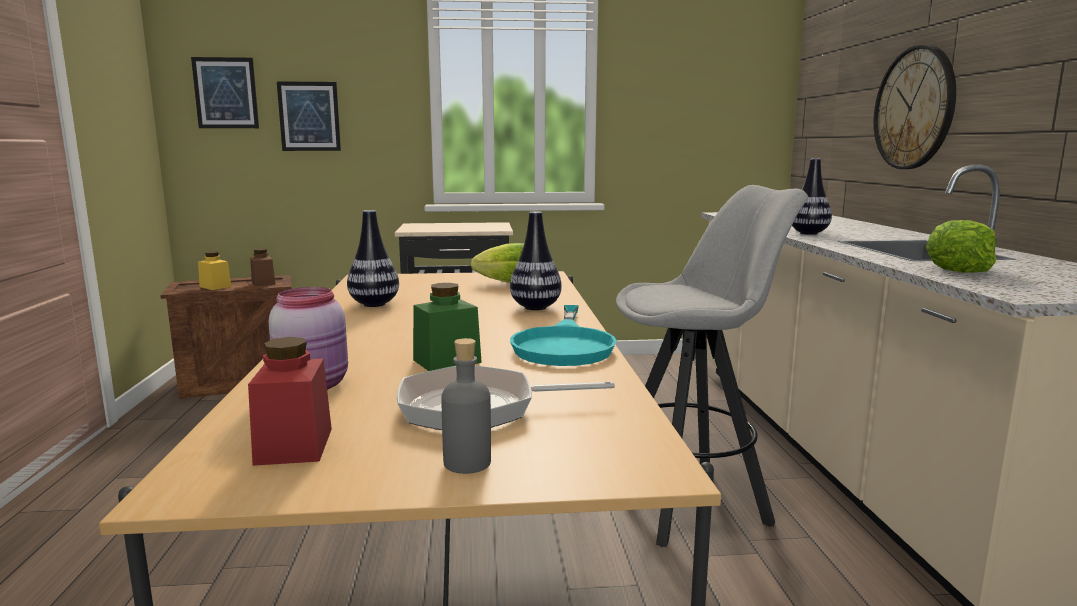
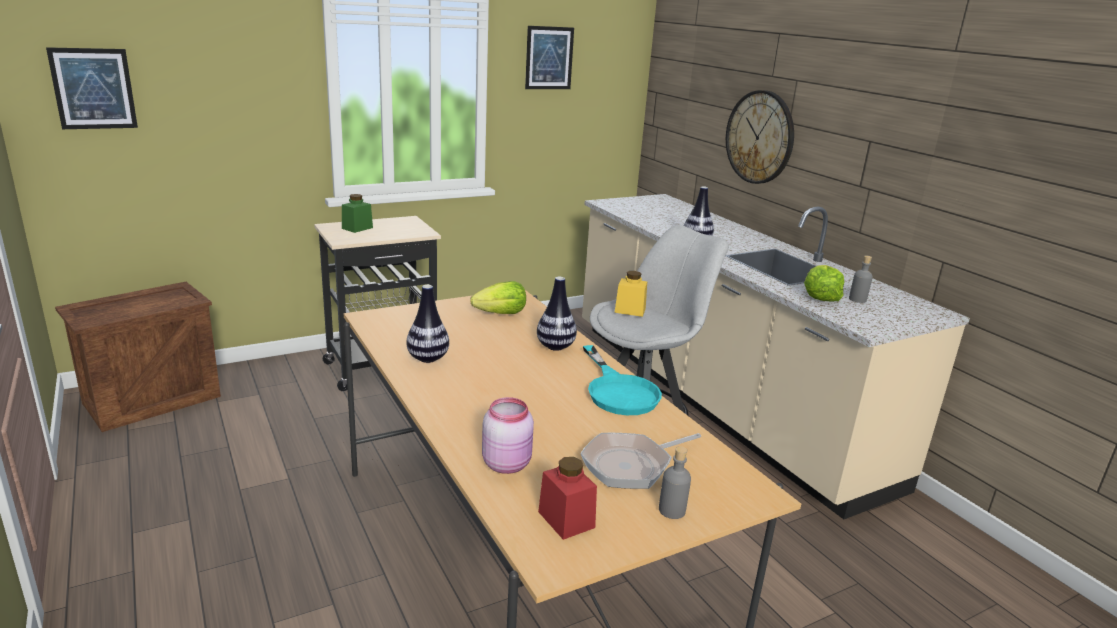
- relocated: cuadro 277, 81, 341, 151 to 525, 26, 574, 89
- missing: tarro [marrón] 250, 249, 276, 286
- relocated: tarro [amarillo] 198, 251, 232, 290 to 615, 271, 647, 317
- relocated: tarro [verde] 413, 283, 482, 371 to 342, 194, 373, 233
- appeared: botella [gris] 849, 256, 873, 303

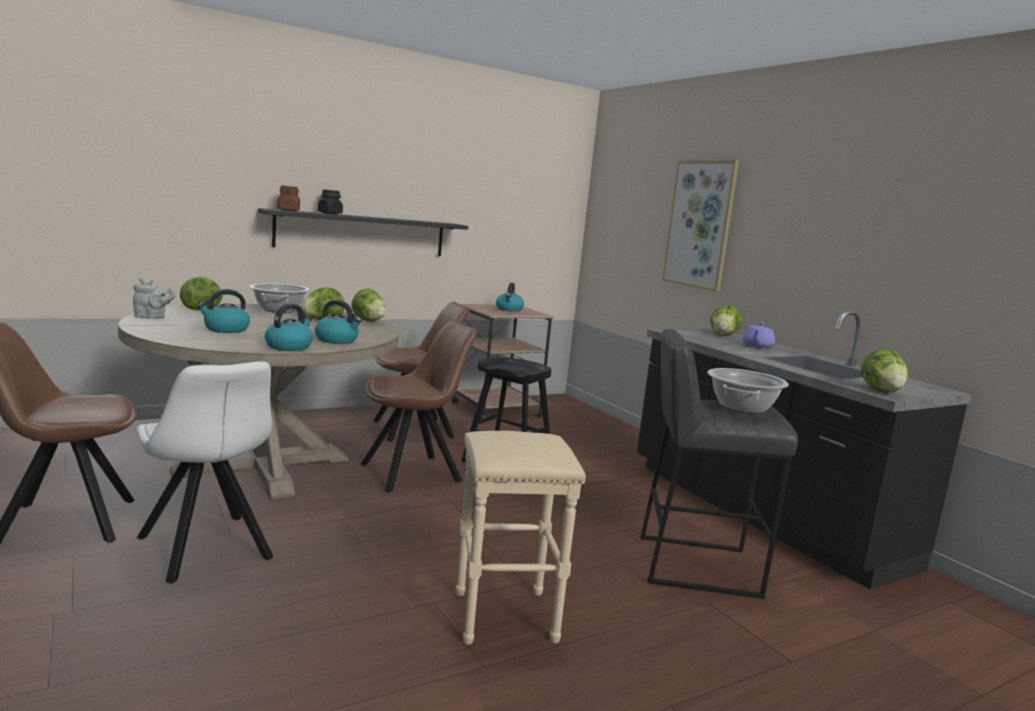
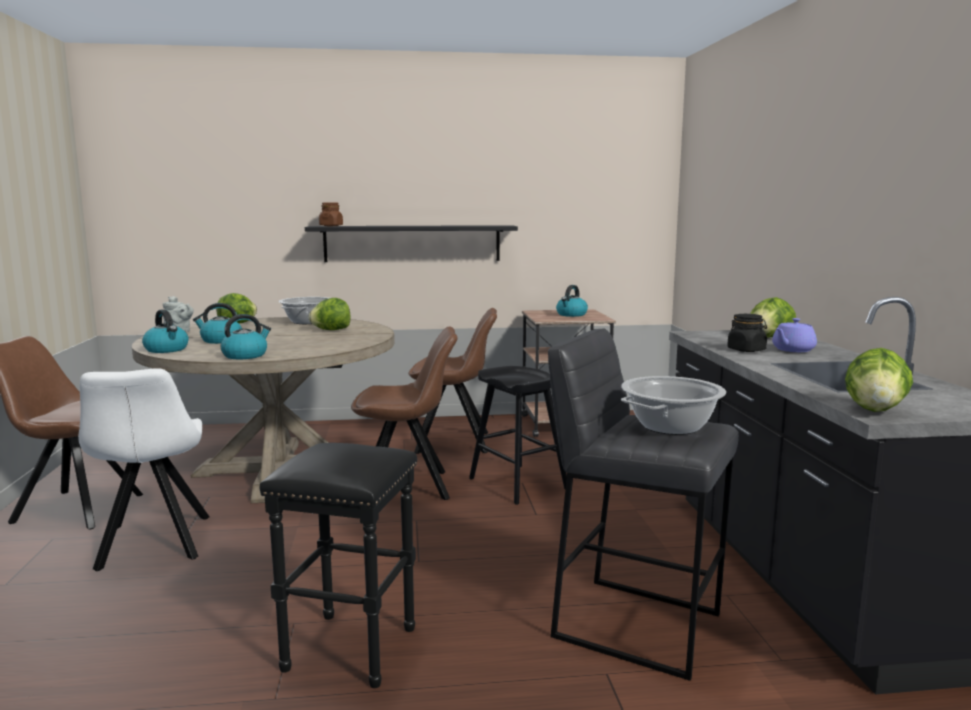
- missing: cuadro 663, 160, 739, 291
- relocated: tarro [negro] 318, 189, 343, 214 to 727, 314, 767, 352
- missing: lechuga 351, 288, 386, 322
- relocated: hervidor 315, 300, 362, 344 to 142, 309, 189, 353
- colour: taburete [beis] 455, 431, 586, 645 to taburete [negro] 259, 443, 417, 688

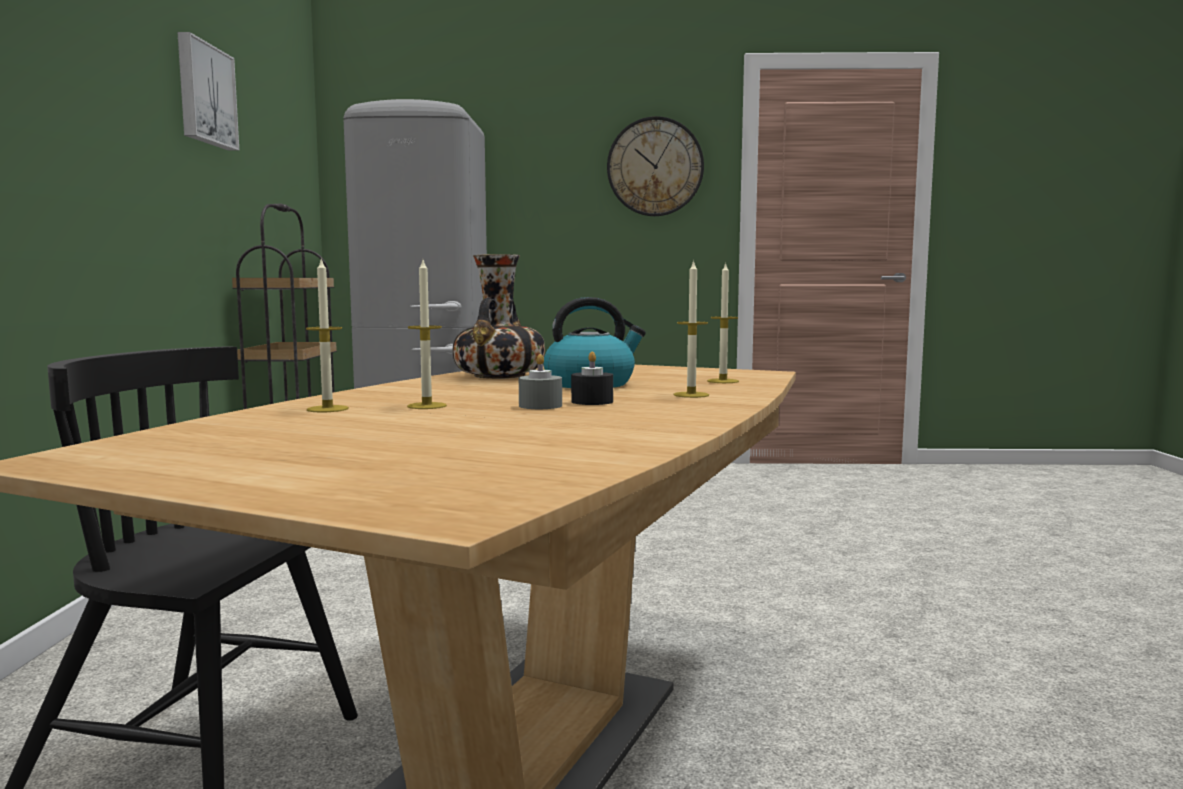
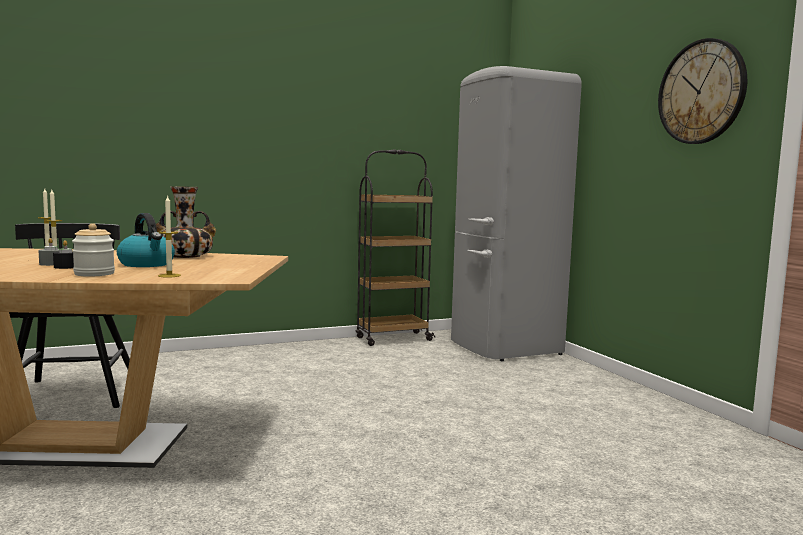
- missing: cuadro 177, 32, 239, 151
- exchanged: vela 673, 260, 709, 398 to tarro 72, 223, 115, 277

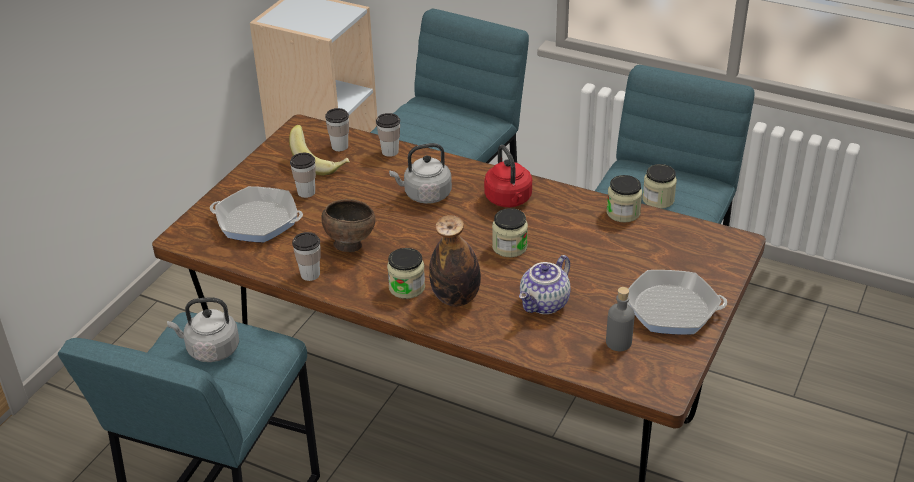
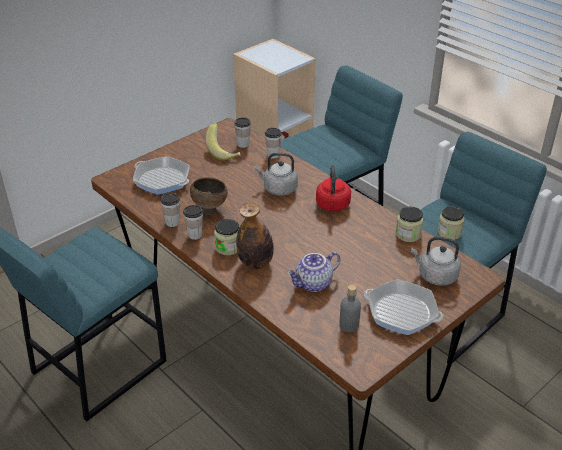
- relocated: taza 290, 153, 316, 198 to 183, 205, 203, 240
- missing: tarro 492, 208, 528, 257
- relocated: hervidor [gris] 167, 297, 239, 362 to 411, 236, 461, 286

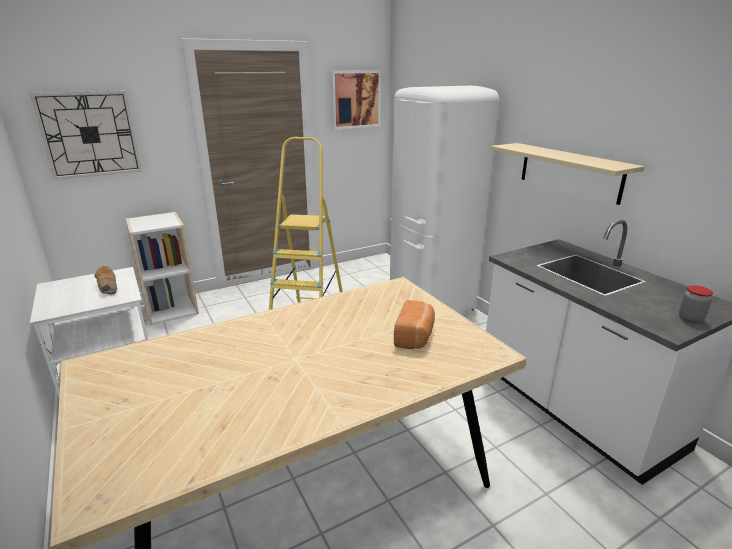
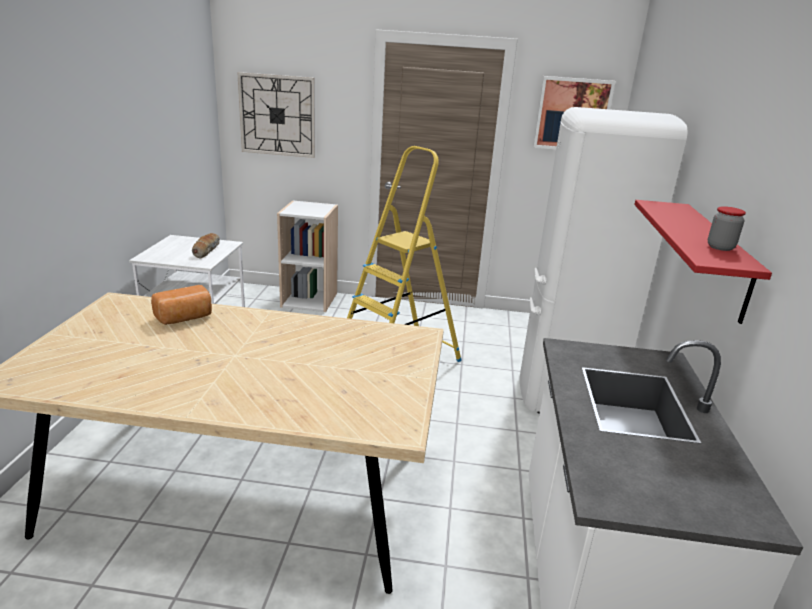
- colour: estante [beis] 490, 143, 645, 205 to estante [rojo] 634, 200, 772, 324
- relocated: tarro 679, 285, 713, 323 to 708, 206, 746, 251
- relocated: pan 394, 300, 435, 349 to 151, 285, 212, 325

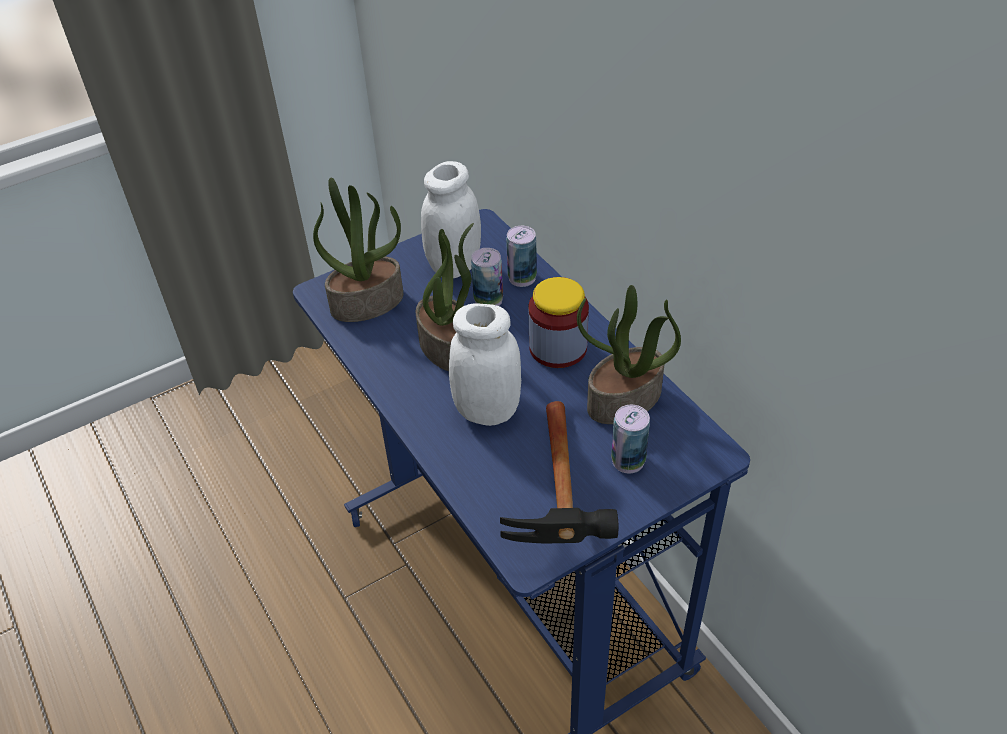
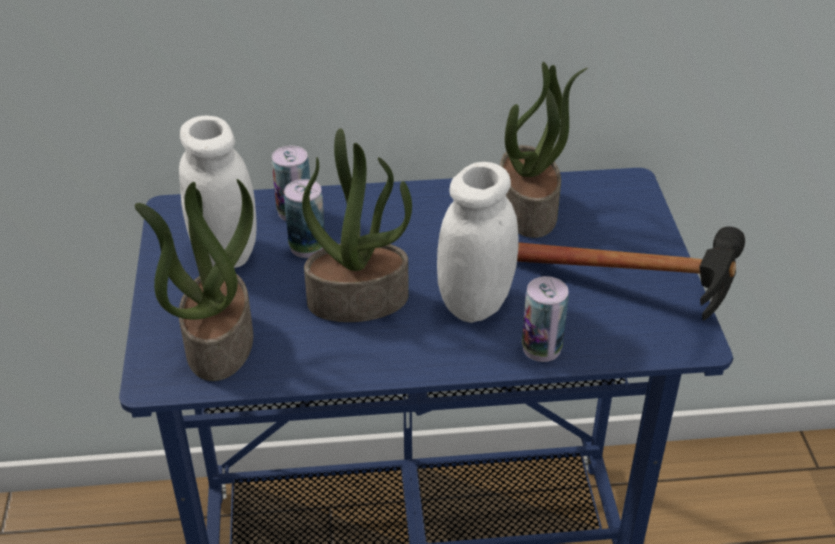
- missing: tarro 528, 277, 589, 368
- relocated: lata 611, 405, 650, 473 to 522, 276, 569, 362

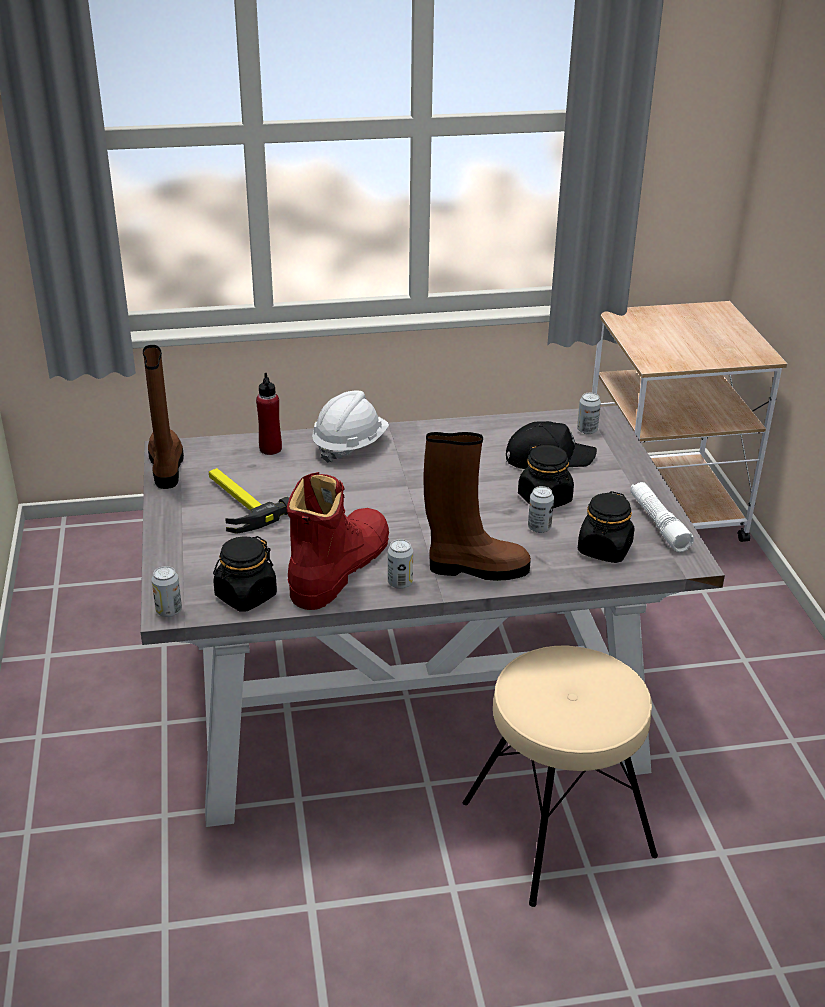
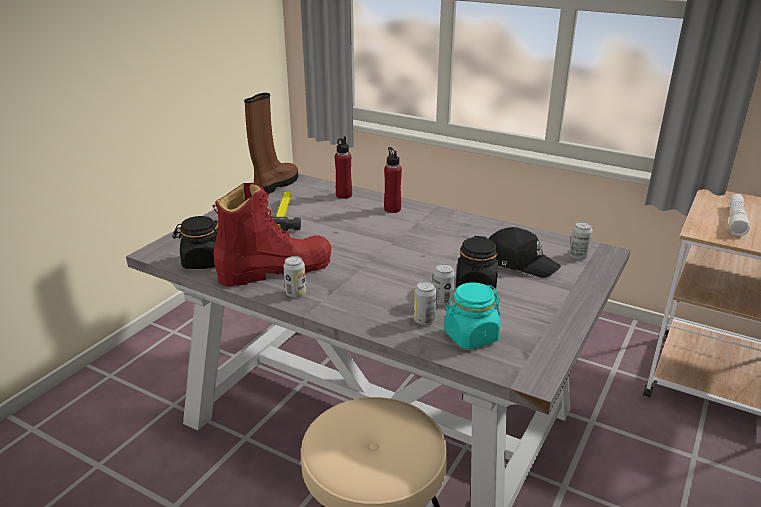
- exchanged: casco [blanco] 312, 391, 389, 463 to botella [rojo] 384, 147, 402, 213
- missing: bota [marrón] 423, 432, 531, 581
- relocated: linterna [blanco] 630, 482, 694, 552 to 729, 194, 750, 236
- colour: tarro [negro] 578, 491, 635, 563 to tarro [turquesa] 444, 282, 501, 349
- relocated: lata 152, 566, 182, 617 to 414, 281, 437, 325

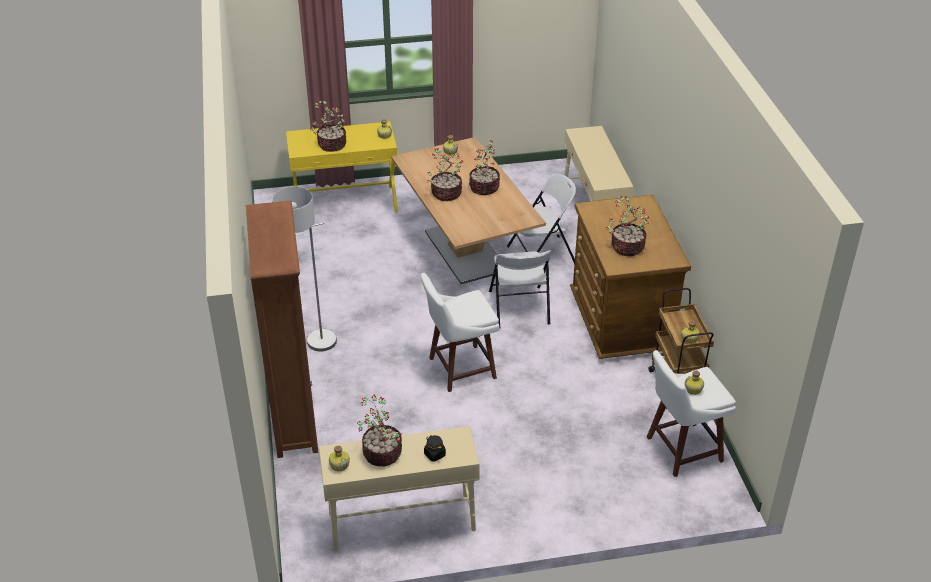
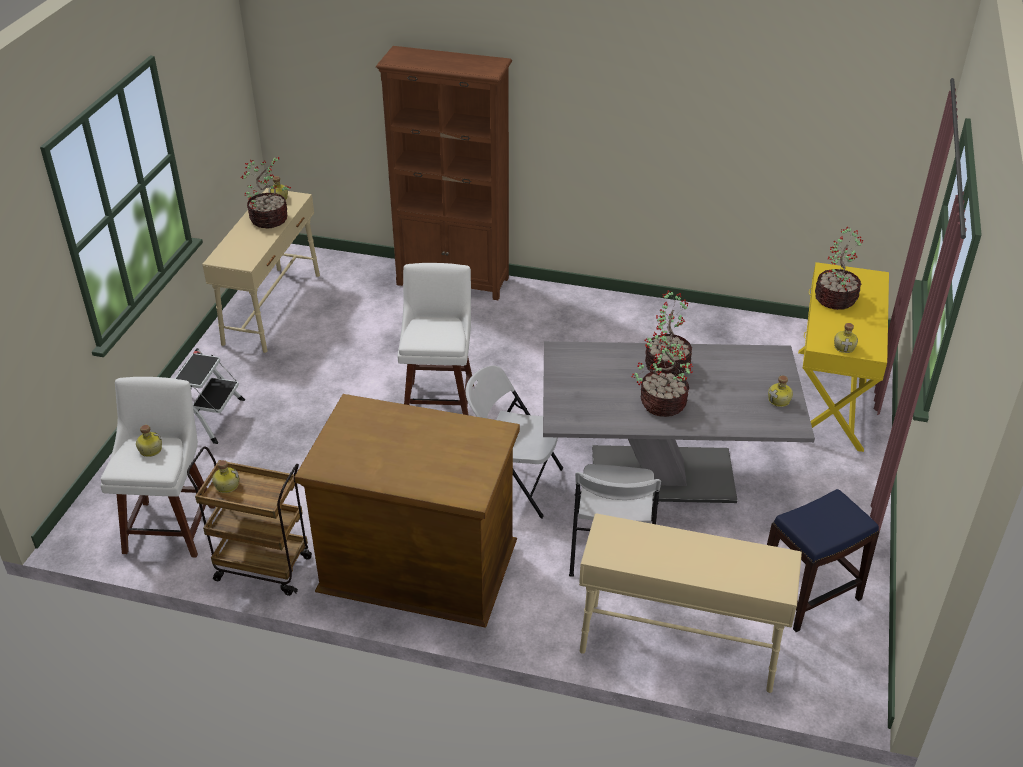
- colour: mesa de comedor [marrón] 391, 137, 546, 284 to mesa de comedor [gris] 543, 341, 815, 503
- missing: lámpara de pie [gris] 272, 187, 337, 352
- missing: planta en maceta 606, 195, 649, 256
- missing: tarro [negro] 424, 435, 446, 462
- appeared: escalera de tijera 175, 348, 245, 444
- appeared: taburete 767, 489, 879, 632

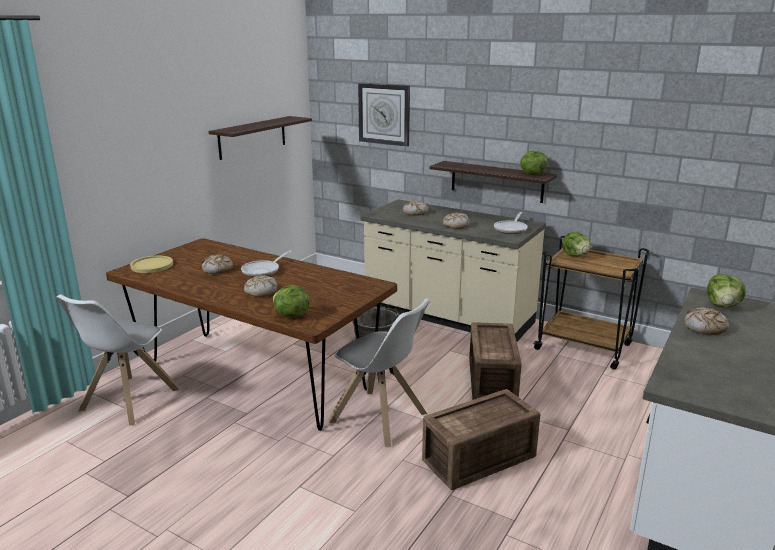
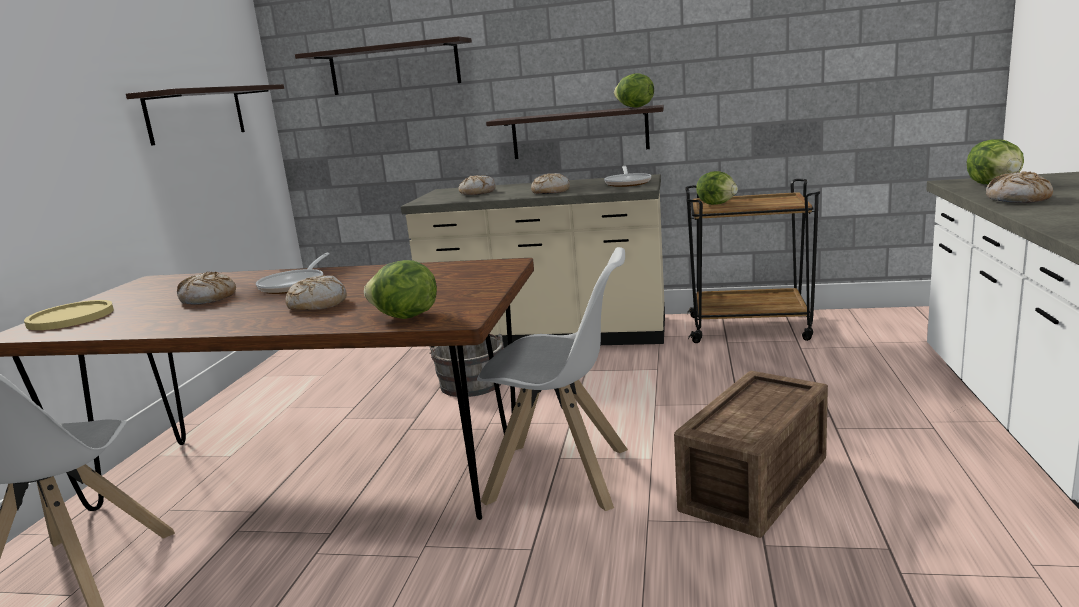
- exchanged: reloj de pared 358, 83, 410, 147 to estante 295, 36, 472, 95
- missing: caja de embalaje 469, 322, 522, 400

